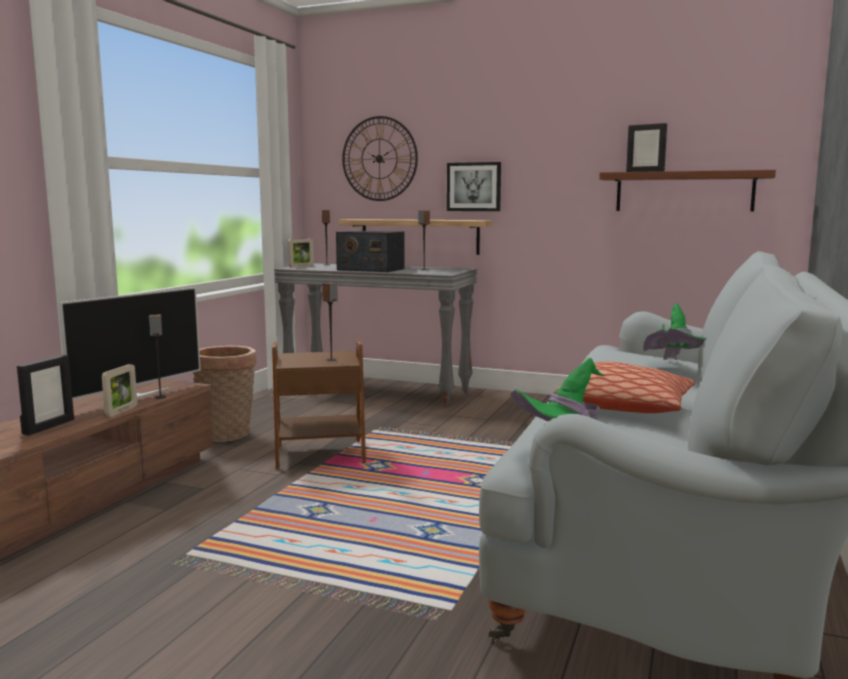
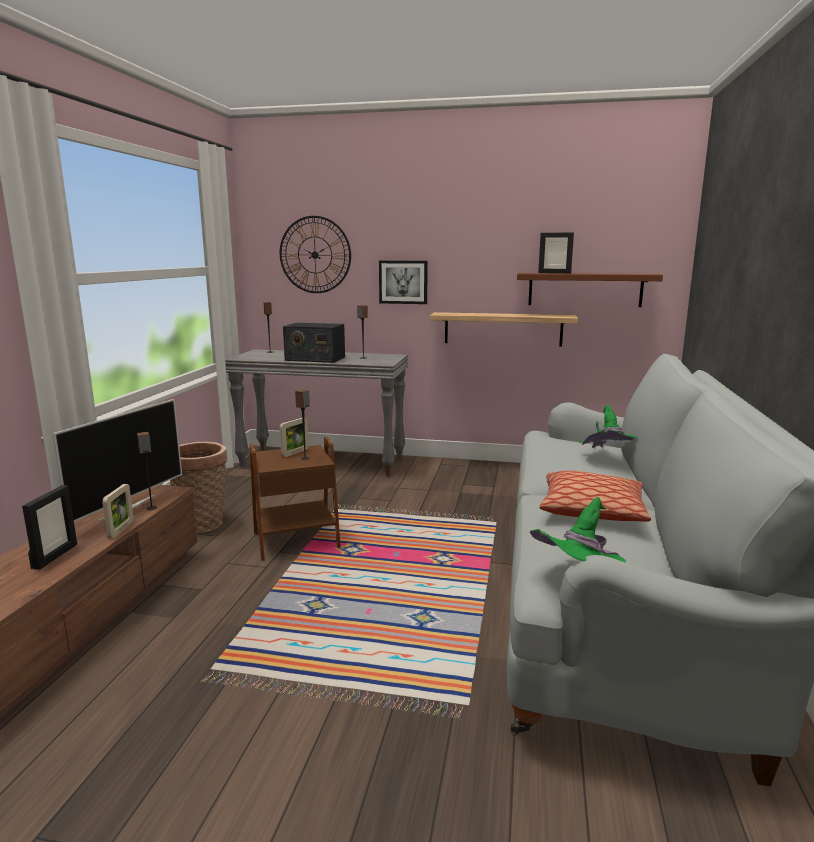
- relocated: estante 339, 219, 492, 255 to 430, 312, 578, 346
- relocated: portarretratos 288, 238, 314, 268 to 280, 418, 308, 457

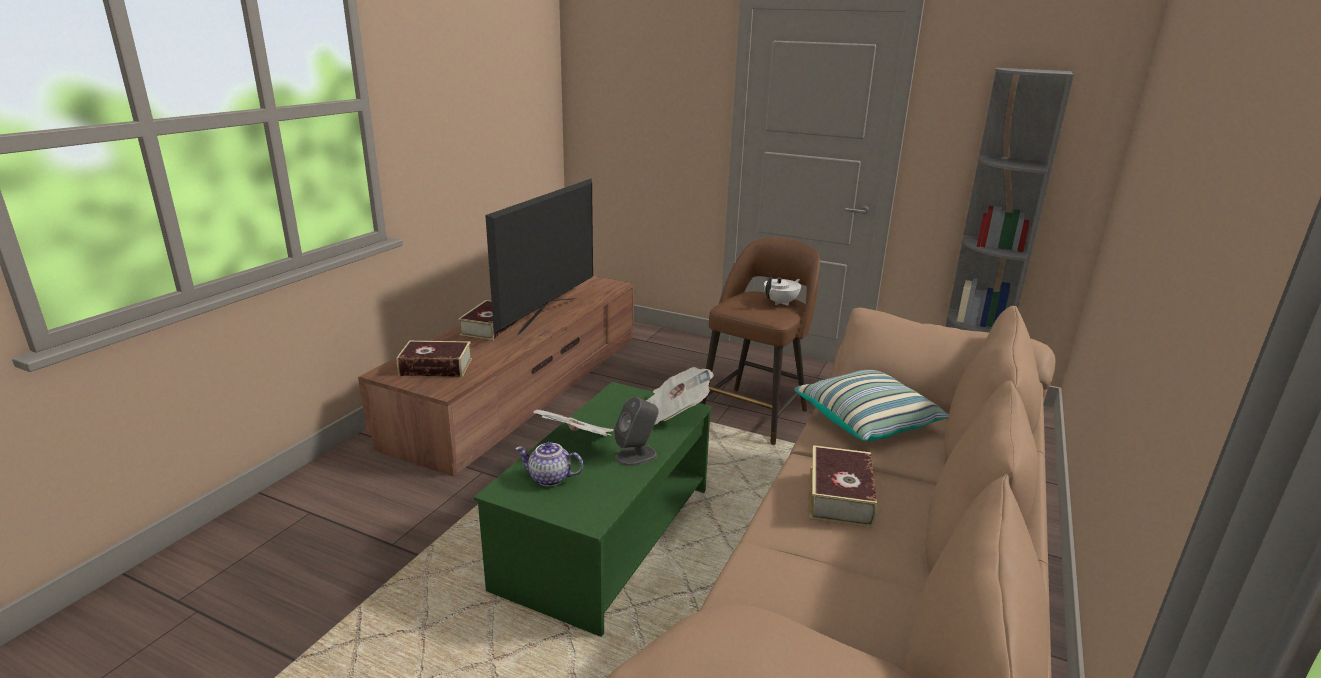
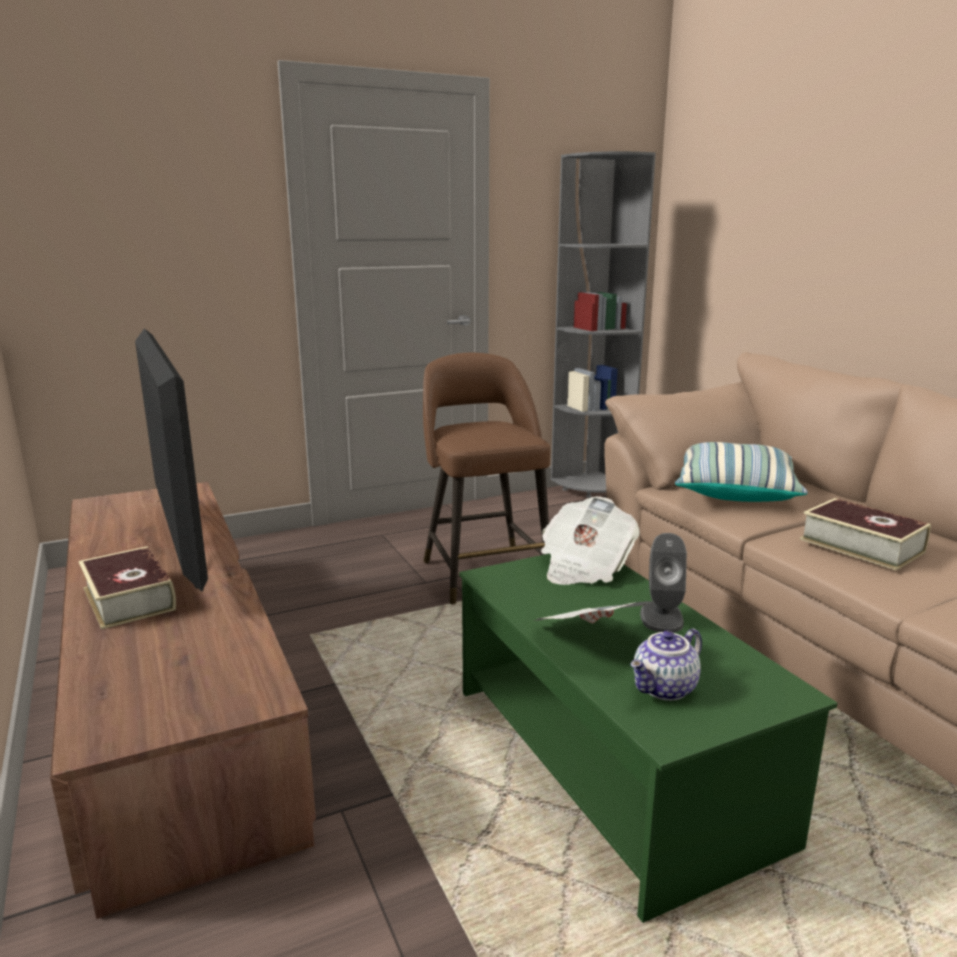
- missing: tetera [blanco] 764, 276, 801, 306
- missing: libro 396, 341, 472, 377

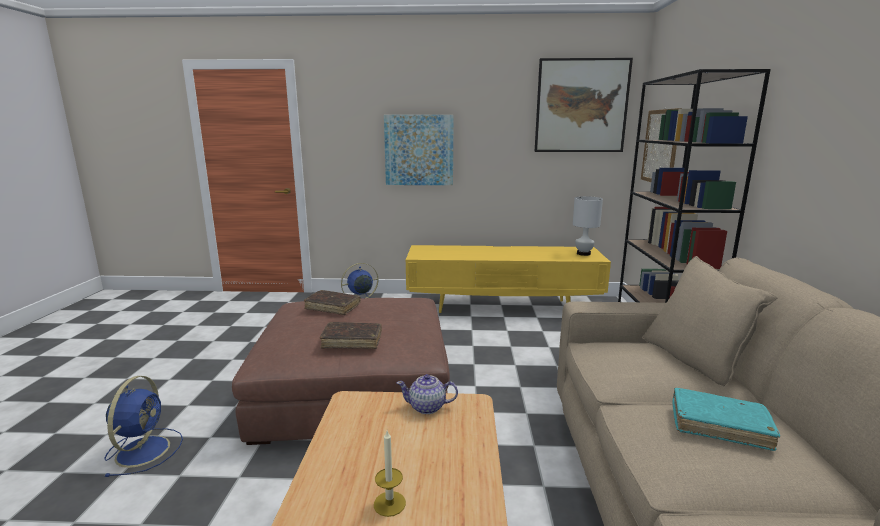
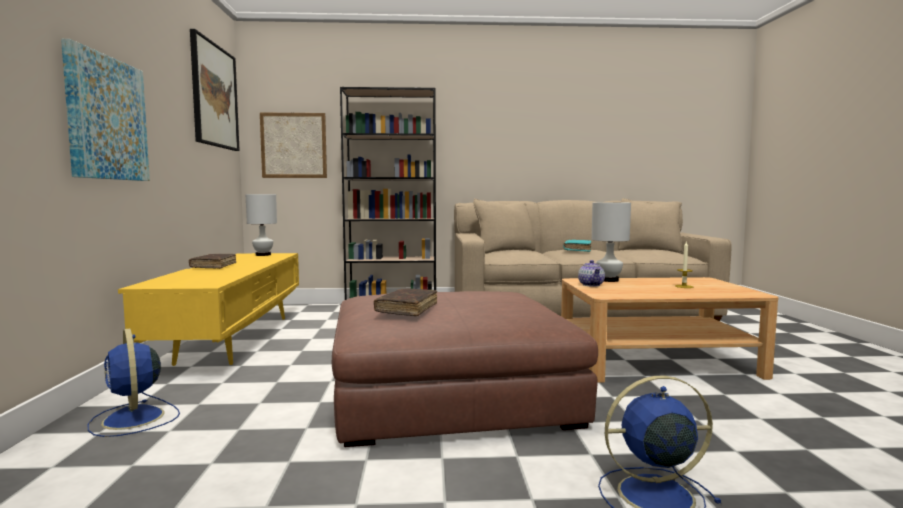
- relocated: libro [marrón] 320, 322, 382, 349 to 189, 254, 236, 269
- appeared: lámpara de mesa [blanco] 592, 202, 631, 282

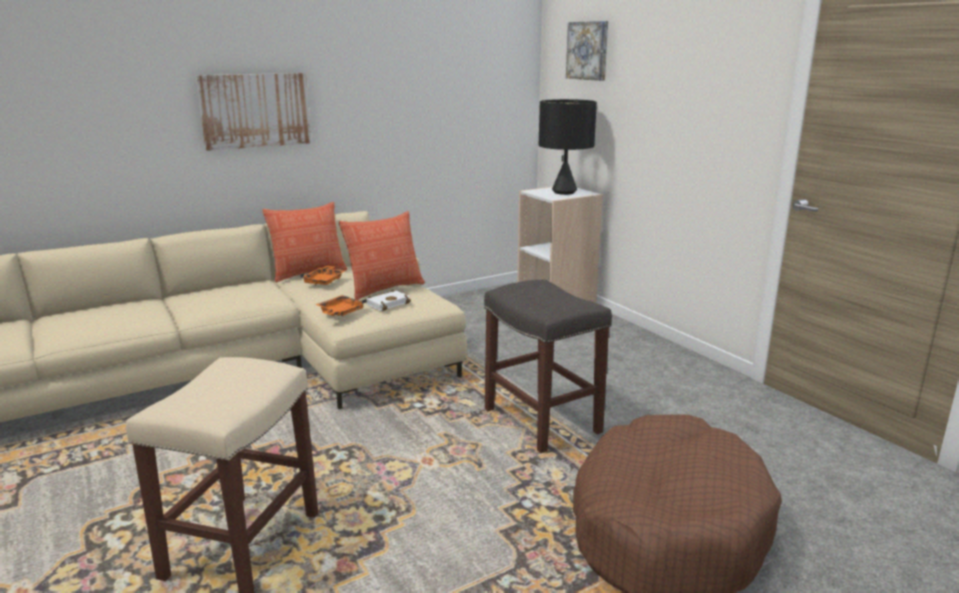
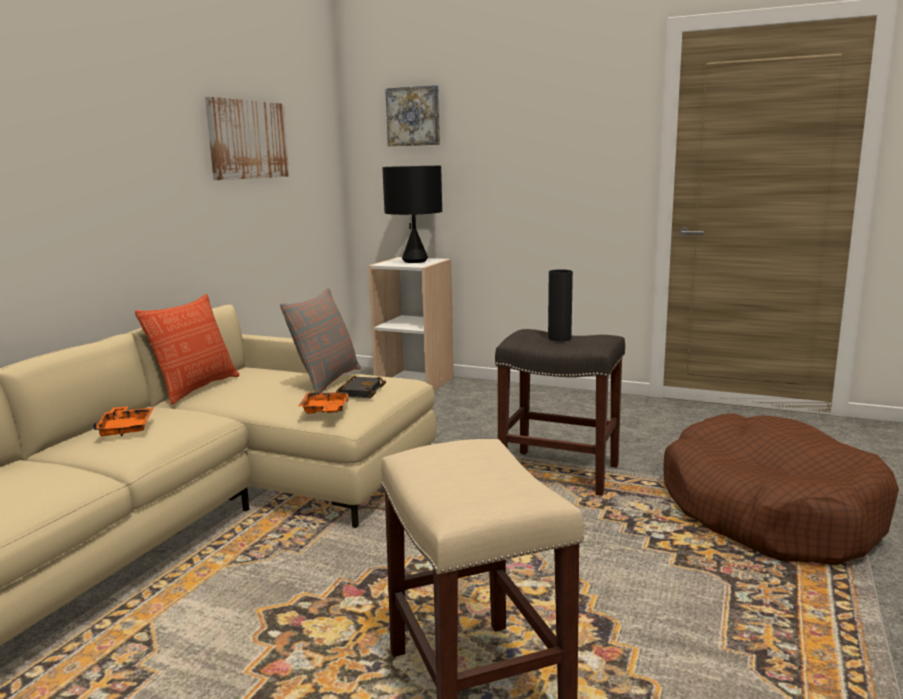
- relocated: cuadro 196, 73, 312, 151 to 205, 97, 289, 180
- colour: cojín [naranja] 339, 211, 425, 300 to cojín [gris] 280, 288, 361, 393
- relocated: bandeja [naranja] 300, 266, 344, 285 to 93, 406, 154, 436
- colour: libro [blanco] 366, 290, 411, 311 to libro [negro] 336, 376, 386, 398
- appeared: florero [negro] 548, 269, 573, 341

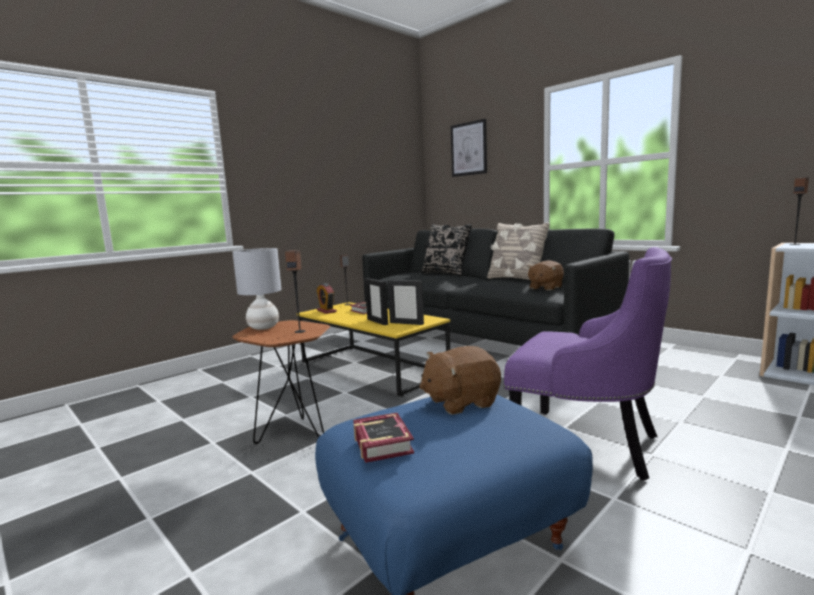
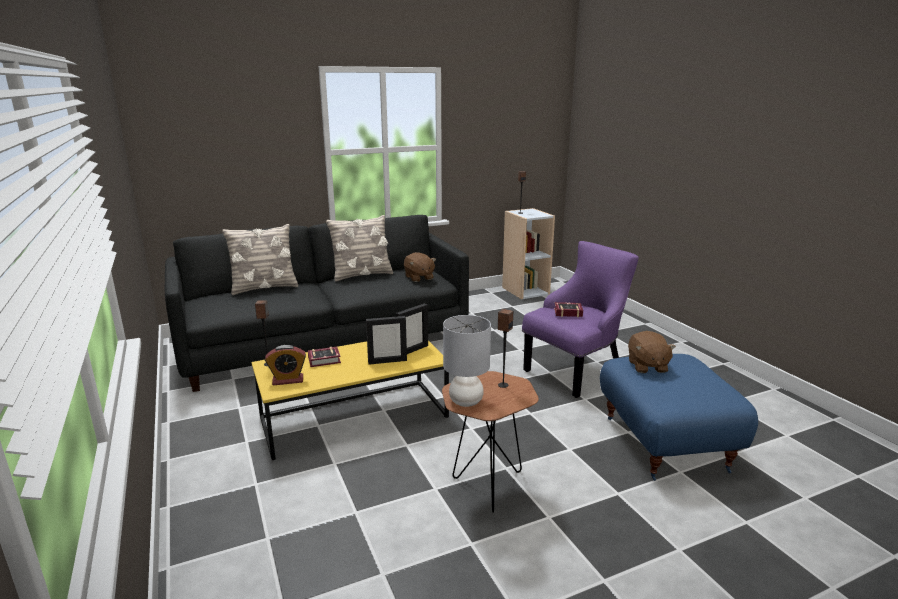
- missing: cuadro 451, 119, 487, 177
- colour: cojín [negro] 422, 224, 472, 277 to cojín [beis] 222, 224, 298, 295
- relocated: libro 353, 413, 414, 463 to 554, 302, 583, 317

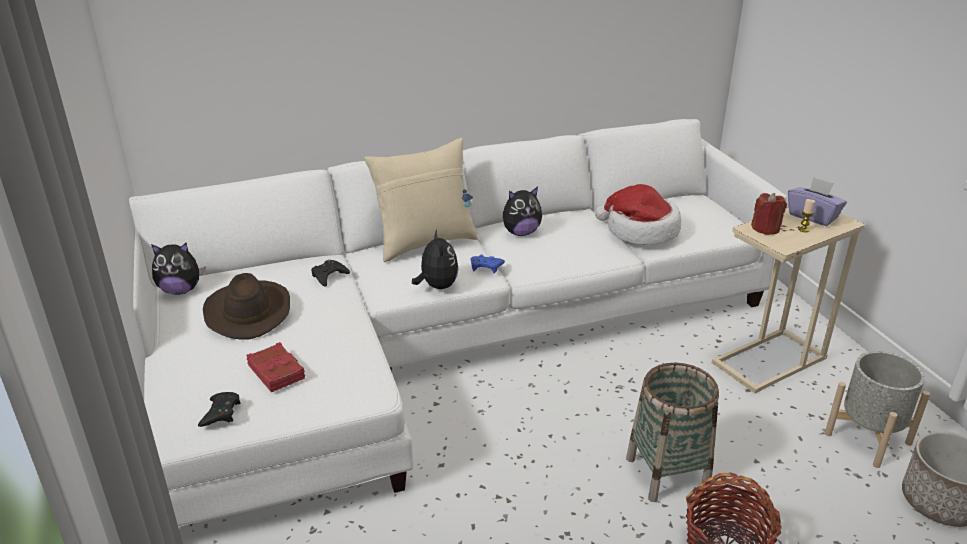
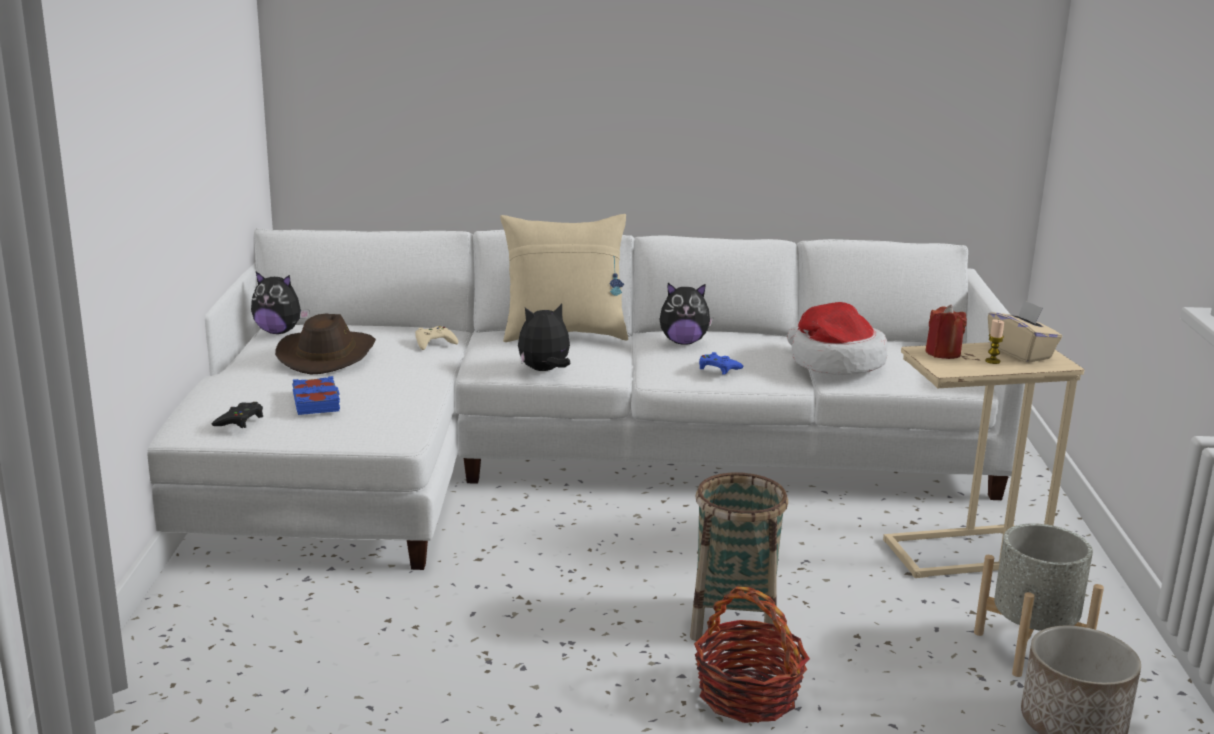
- colour: caja de pañuelos [morado] 788, 177, 847, 226 to caja de pañuelos [beis] 988, 300, 1062, 363
- spun: peluche 412, 230, 458, 289 = 518, 304, 571, 371 120 degrees counterclockwise
- relocated: mando de consola [azul] 471, 255, 505, 273 to 699, 352, 743, 375
- colour: mando de consola [negro] 311, 260, 350, 287 to mando de consola [beis] 415, 326, 458, 350
- colour: libro [rojo] 247, 342, 305, 392 to libro [azul] 292, 376, 340, 415

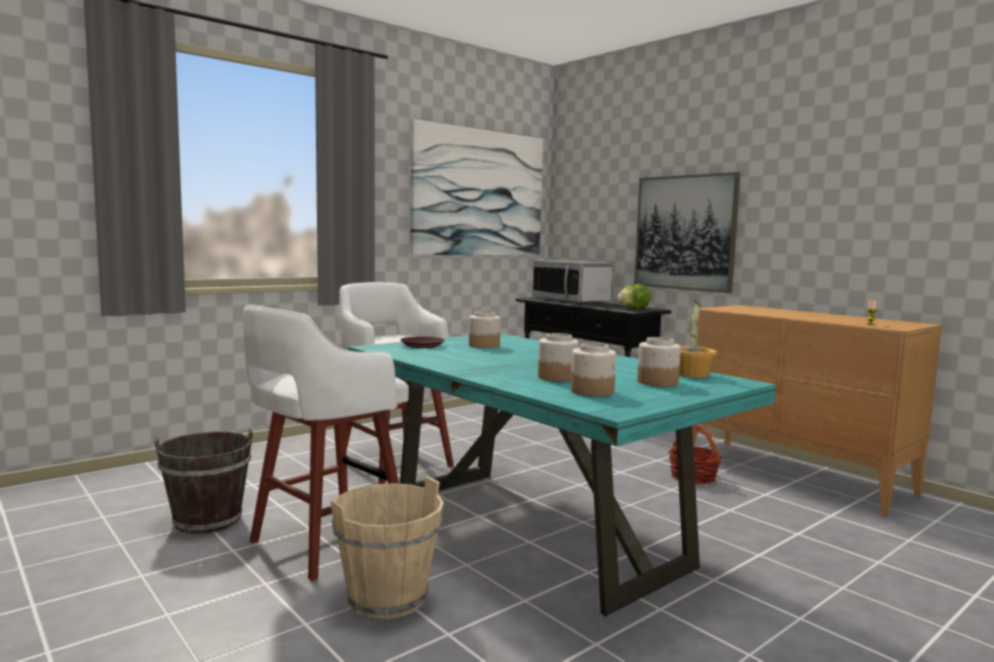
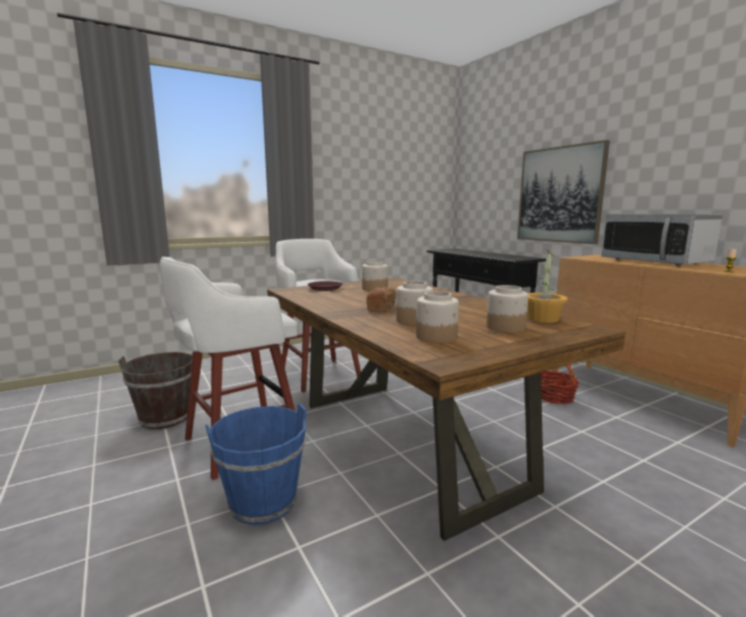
- missing: cuadro 410, 119, 543, 255
- relocated: microondas 532, 260, 612, 304 to 601, 214, 723, 266
- missing: lechuga 618, 284, 651, 309
- colour: mesa de comedor [turquesa] 348, 333, 776, 617 to mesa de comedor [marrón] 267, 278, 626, 541
- colour: cubo [beis] 330, 476, 444, 619 to cubo [azul] 205, 403, 307, 525
- appeared: pan 366, 287, 396, 312

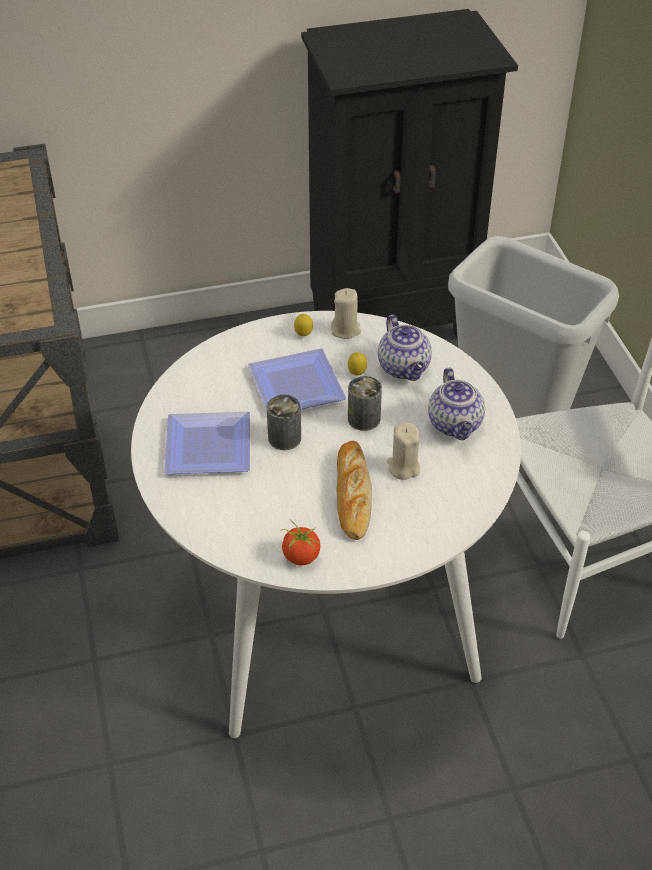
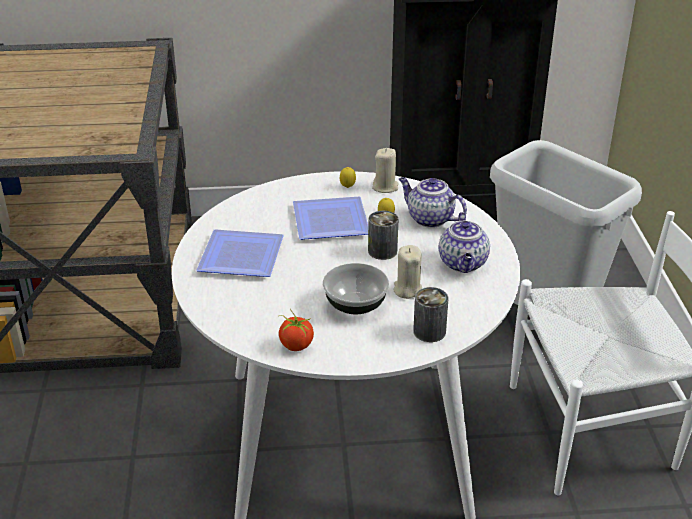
- spun: tetera 378, 314, 432, 381 = 399, 177, 467, 228 135 degrees clockwise
- relocated: lata 267, 395, 301, 450 to 413, 287, 448, 342
- exchanged: pan 336, 441, 372, 540 to cuenco 323, 263, 389, 314

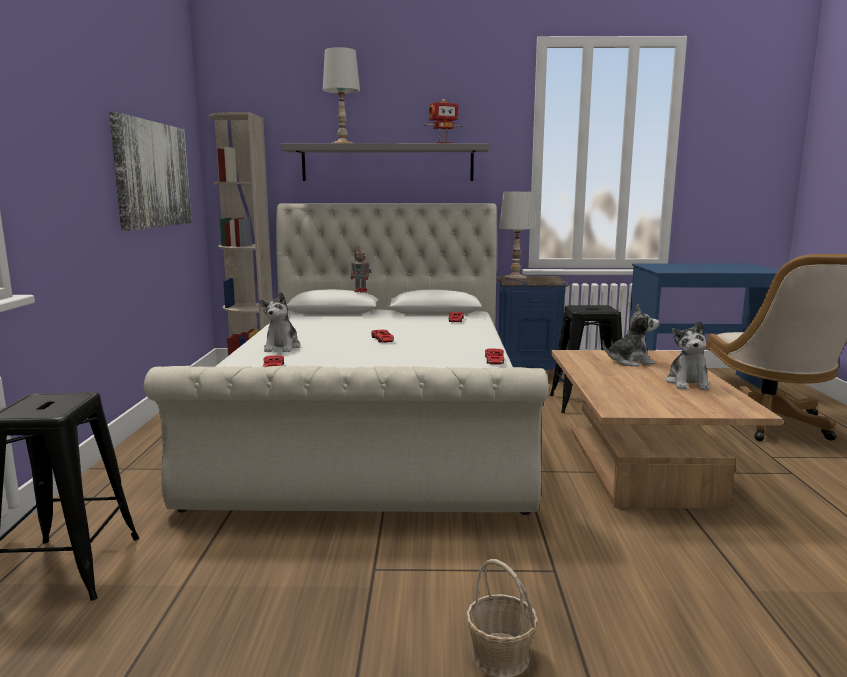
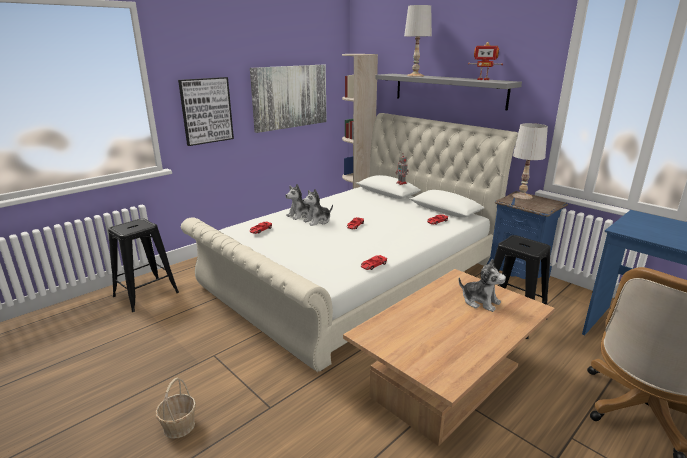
- relocated: peluche 666, 321, 710, 390 to 303, 189, 333, 226
- appeared: cuadro 178, 77, 234, 146

